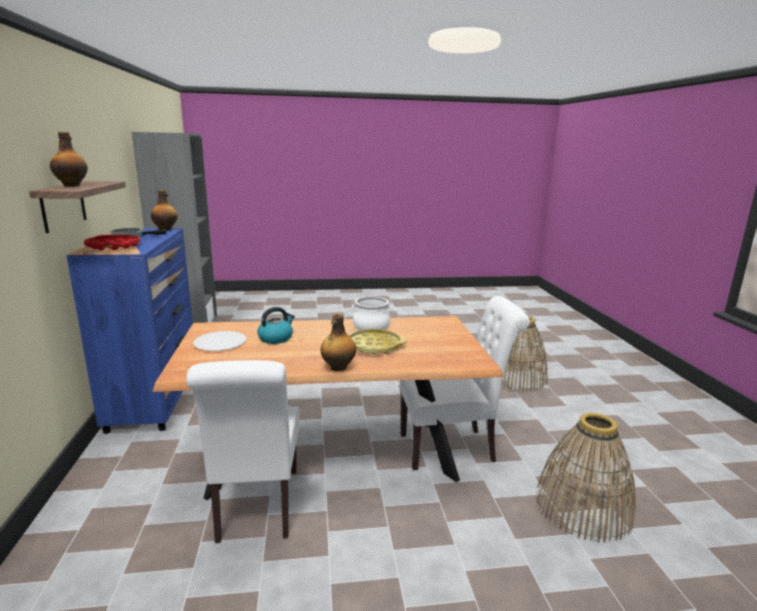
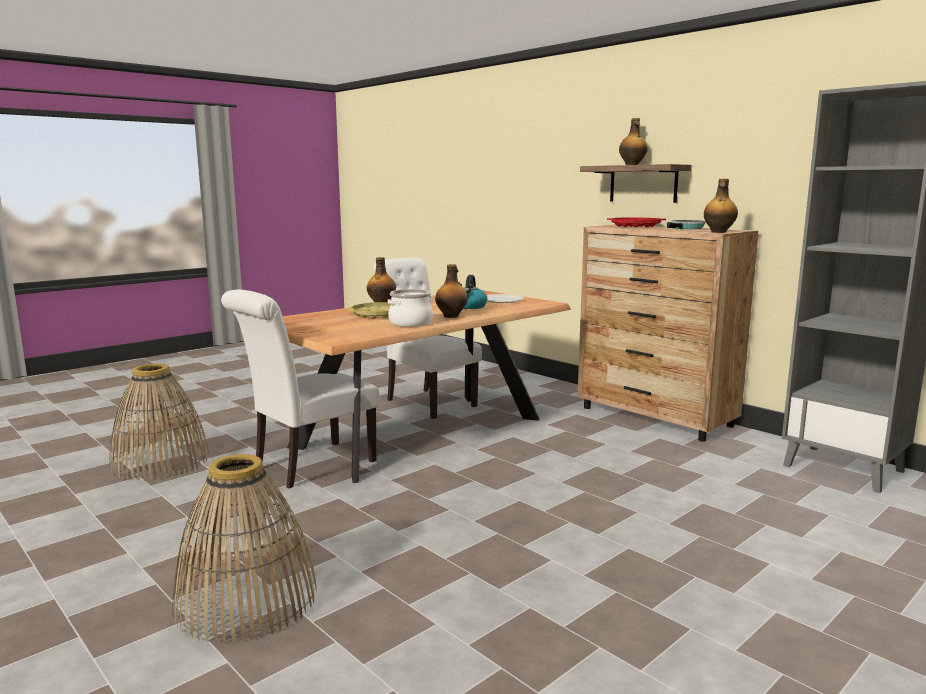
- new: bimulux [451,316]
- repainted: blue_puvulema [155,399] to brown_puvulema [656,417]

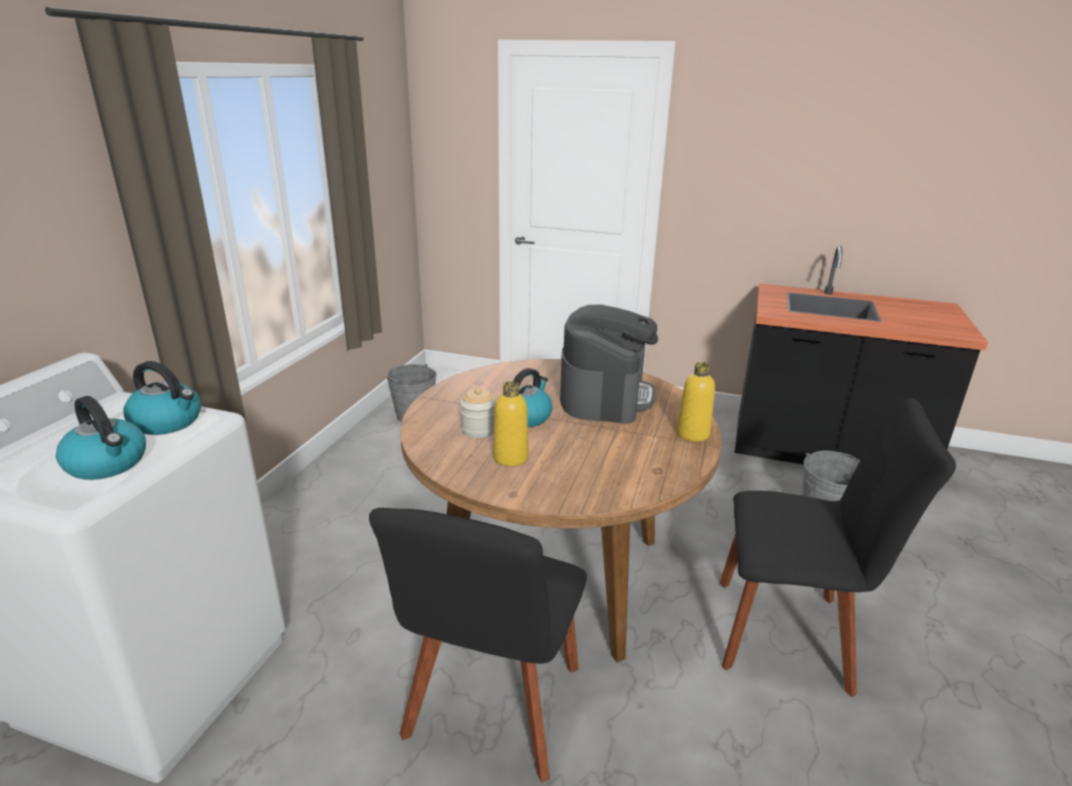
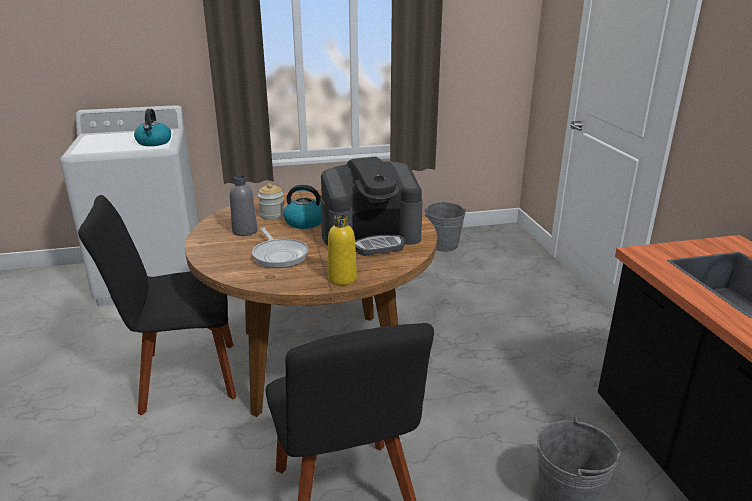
- repainted: yellow_bimulux [510,457] to grey_bimulux [245,231]
- new: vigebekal [279,255]
- gone: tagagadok [108,464]

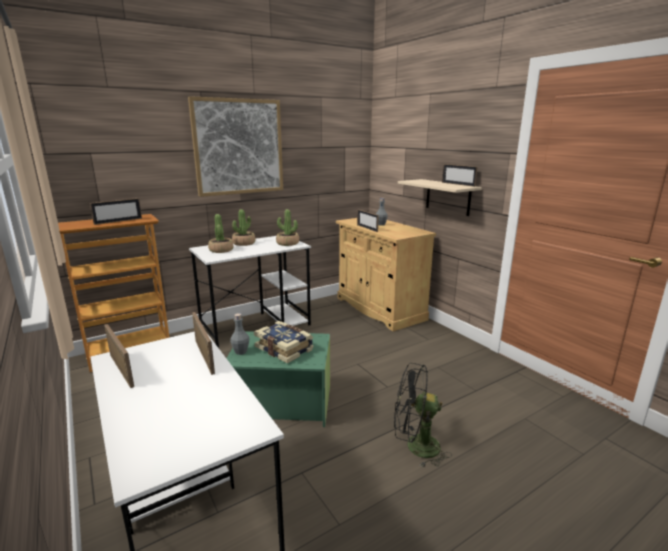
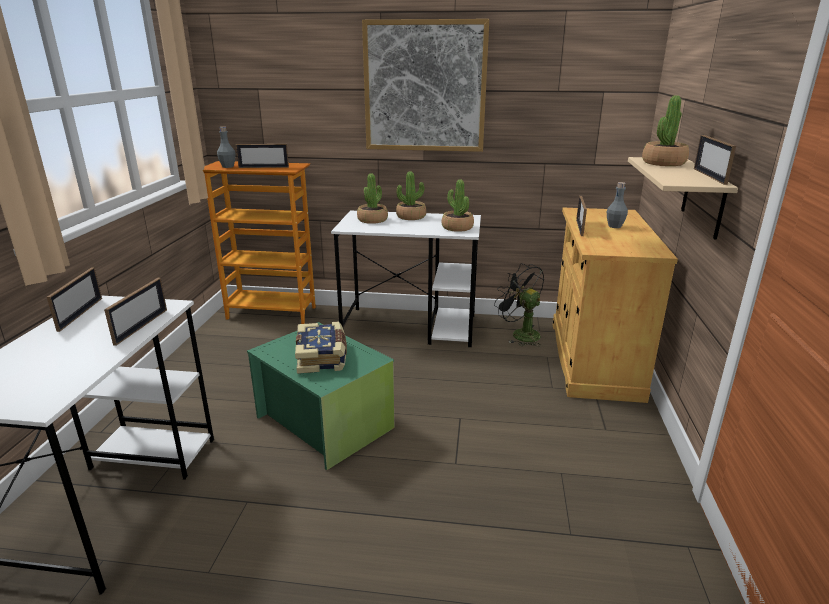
- shifted: grey_bimulux [240,351] to [228,166]
- shifted: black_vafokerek [415,447] to [520,334]
- new: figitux [663,163]

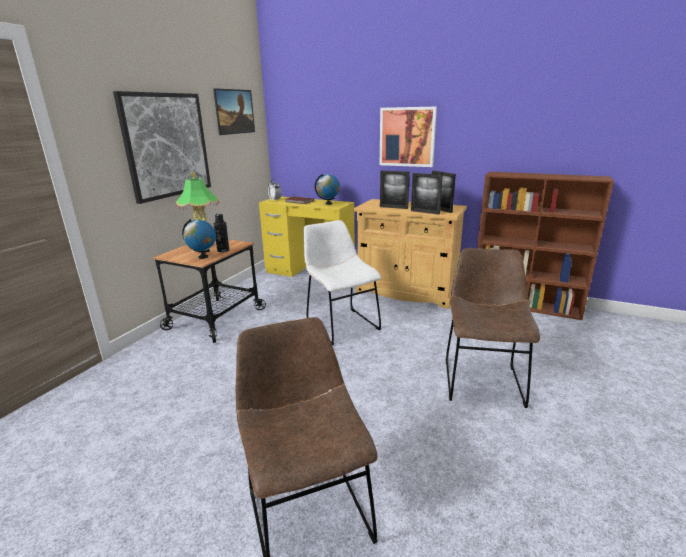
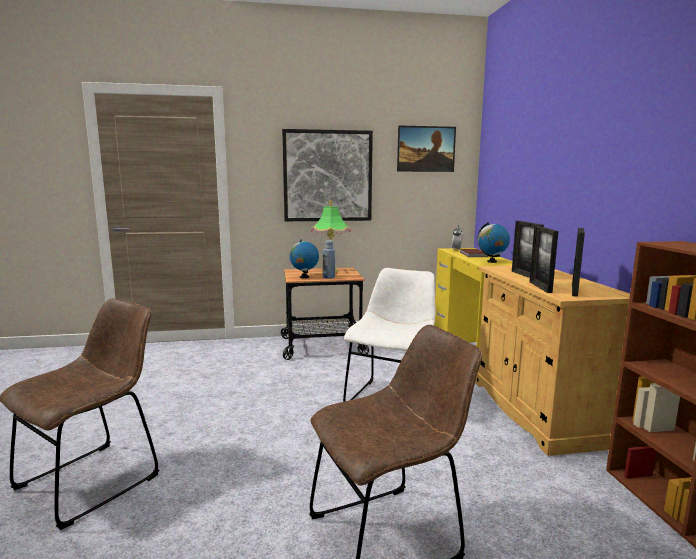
- repainted: black_bimulux [223,250] to blue_bimulux [328,277]
- gone: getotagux [407,137]

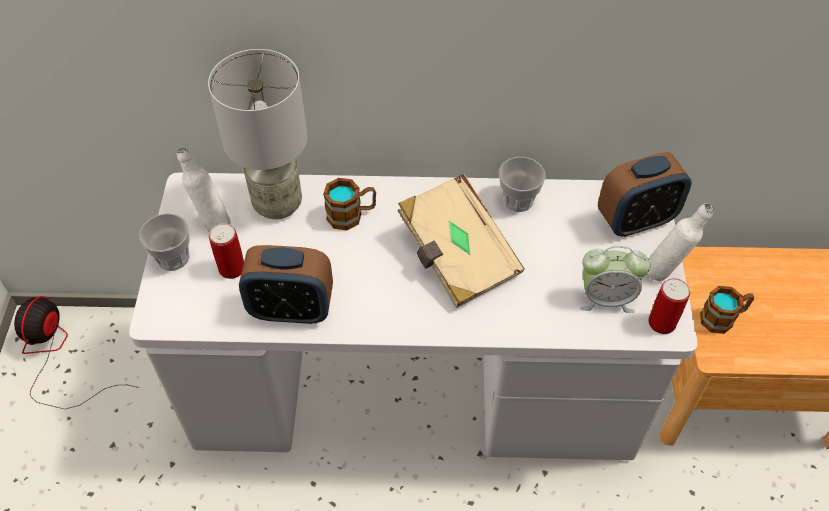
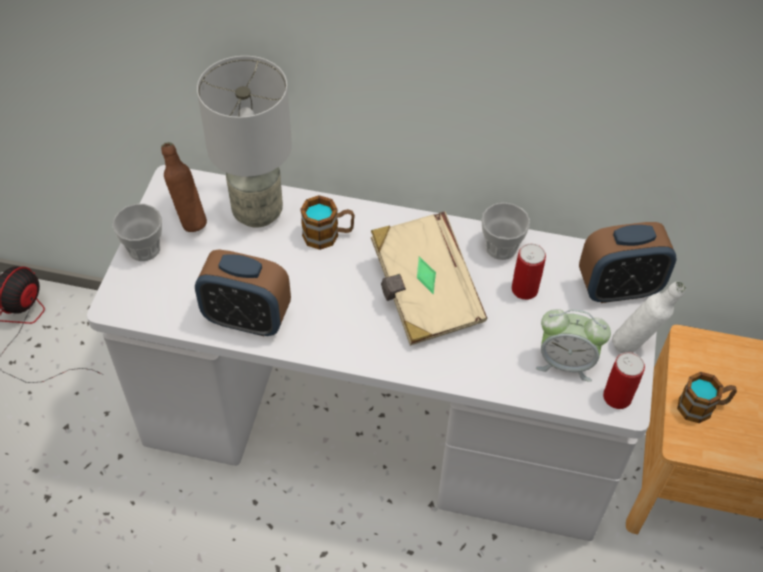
- repainted: white_bimulux [212,223] to brown_bimulux [189,220]
- shifted: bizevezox [232,268] to [524,289]

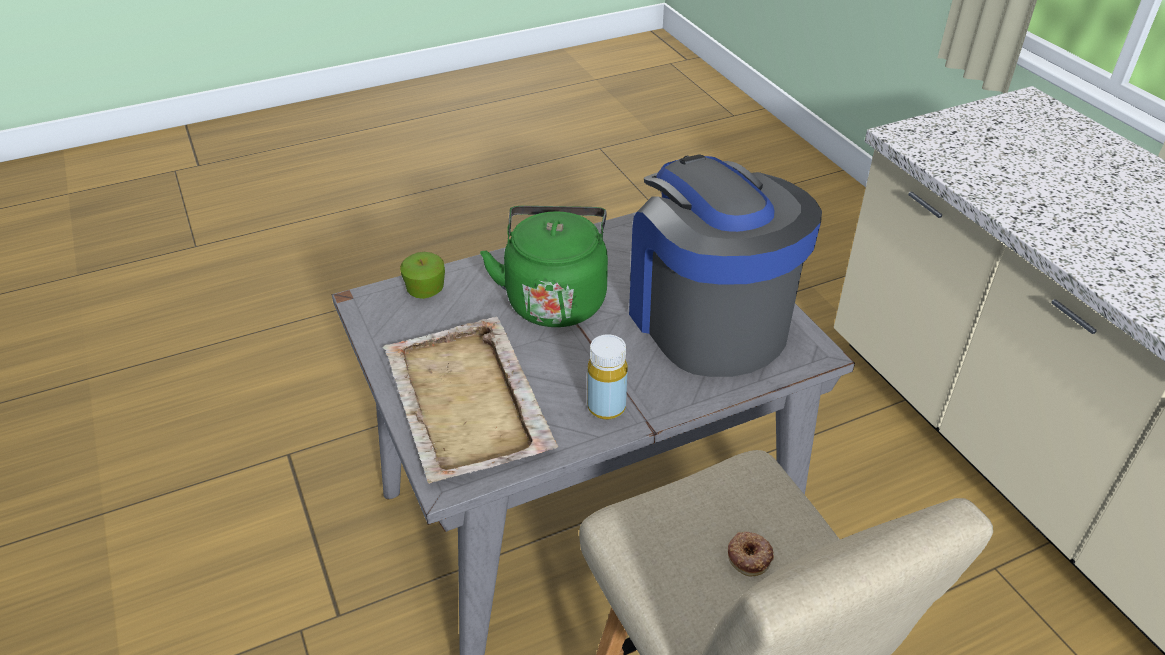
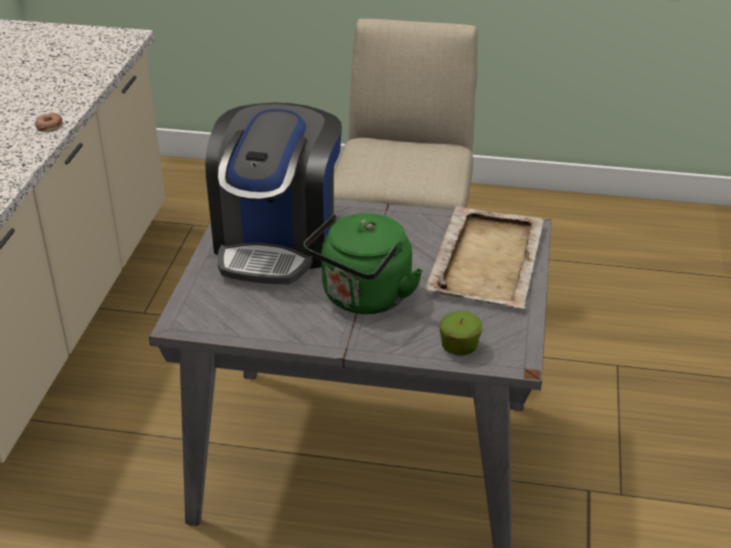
- shifted: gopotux [749,556] to [49,125]
- gone: yellow_bimulux [606,407]

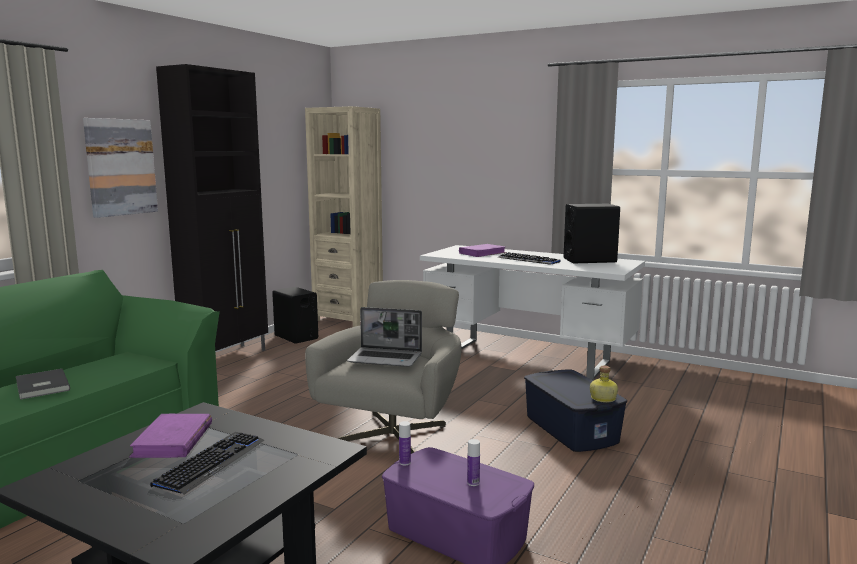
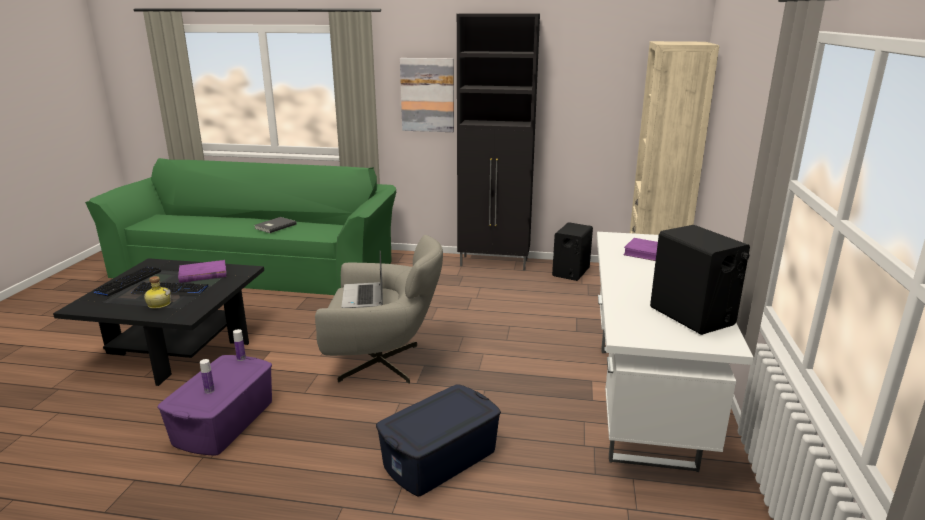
- shifted: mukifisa [528,260] to [127,282]
- shifted: bimulux [602,398] to [159,304]

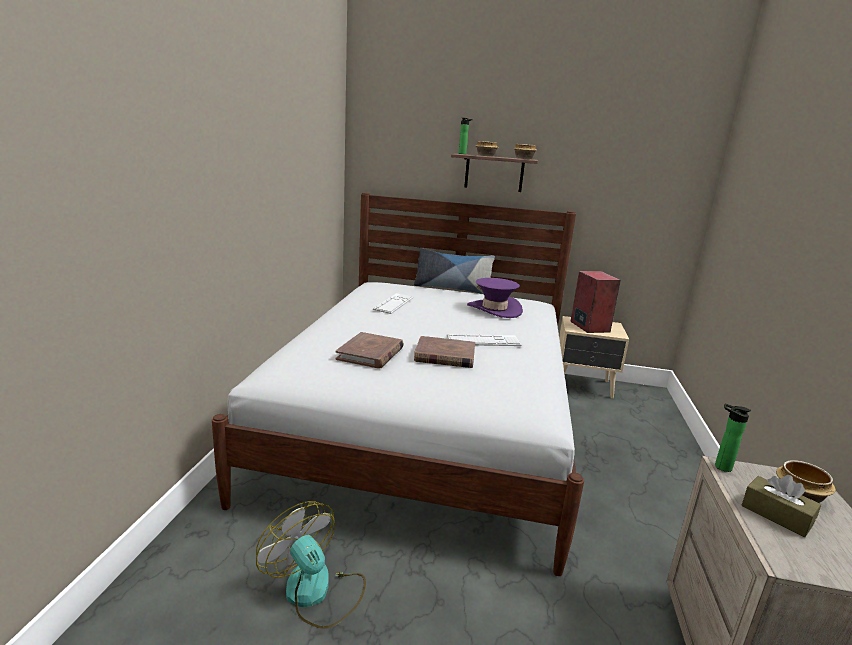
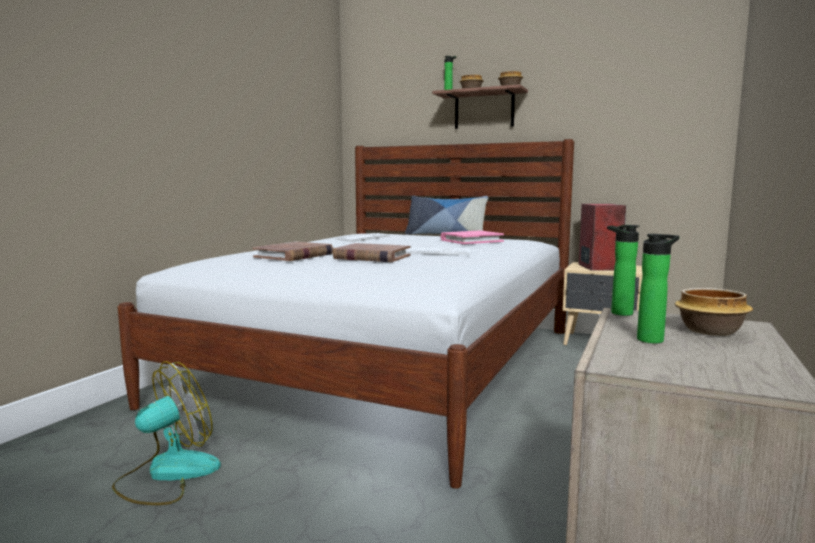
- rotated: vafokerek [316,592] = [167,474] 75 degrees clockwise
- swapped: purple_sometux [494,309] to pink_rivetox [471,240]
- swapped: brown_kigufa [776,515] to bimulux [653,339]

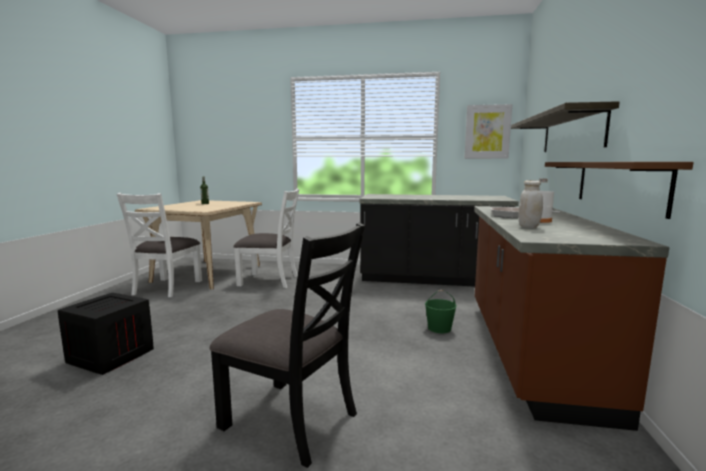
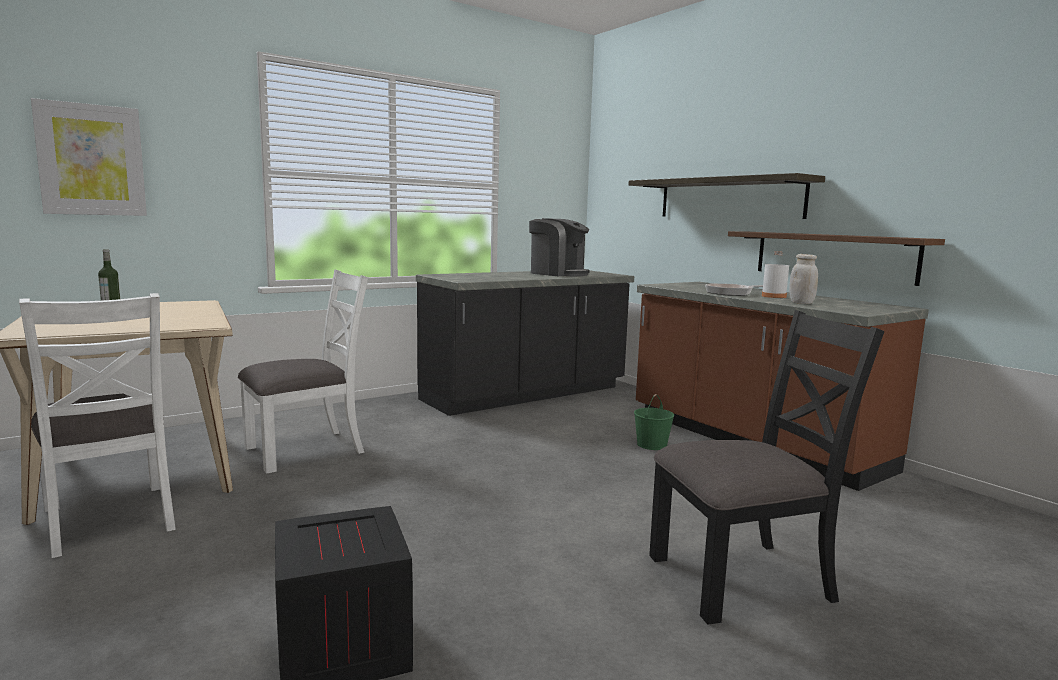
- shifted: getotagux [487,132] to [91,160]
- new: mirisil [558,273]

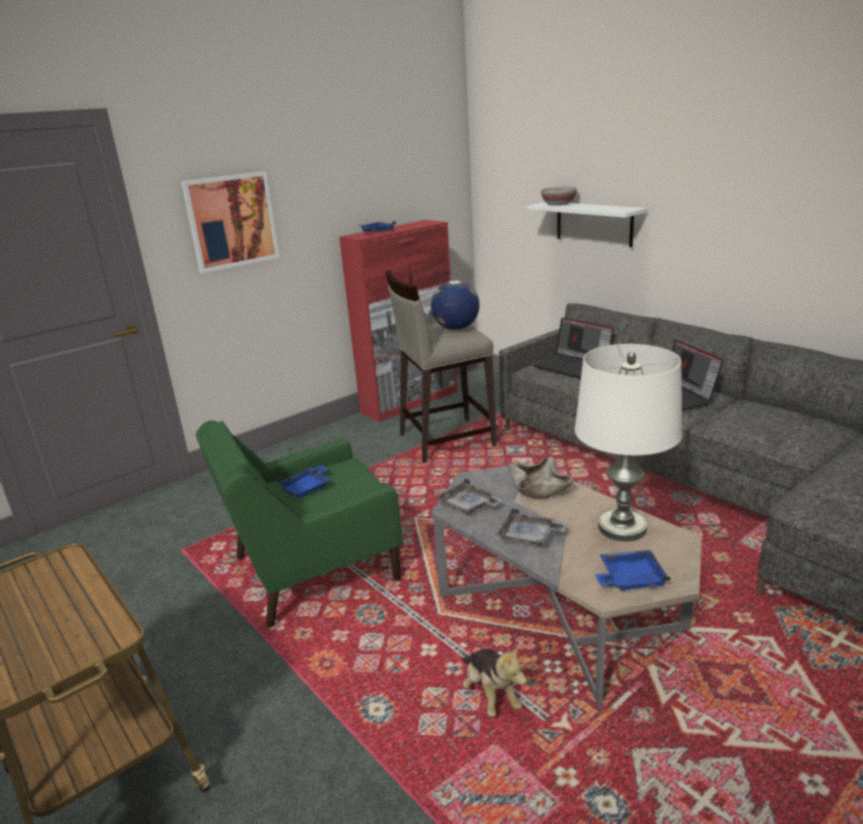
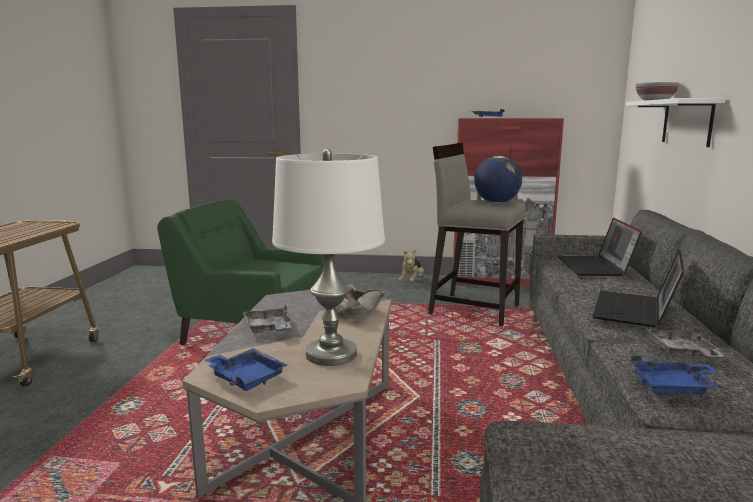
- shifted: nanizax [491,694] to [412,281]
- shifted: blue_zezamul [307,488] to [673,387]
- shifted: grey_zezamul [468,506] to [682,352]
- gone: getotagux [231,221]

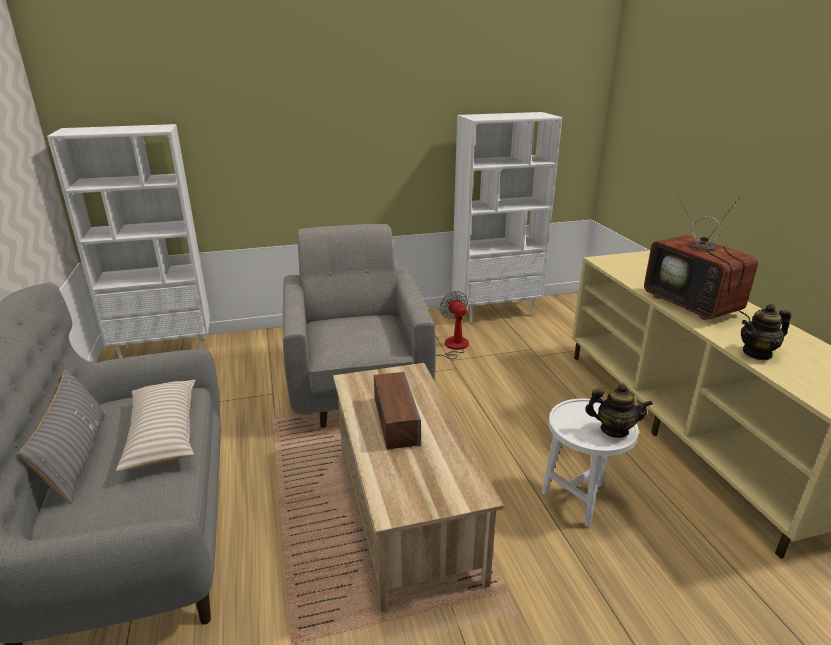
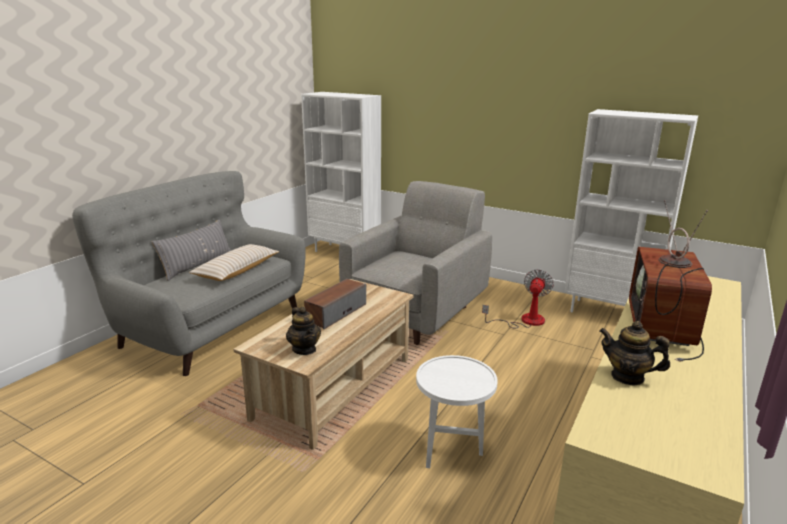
- shifted: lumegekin [614,430] to [304,349]

